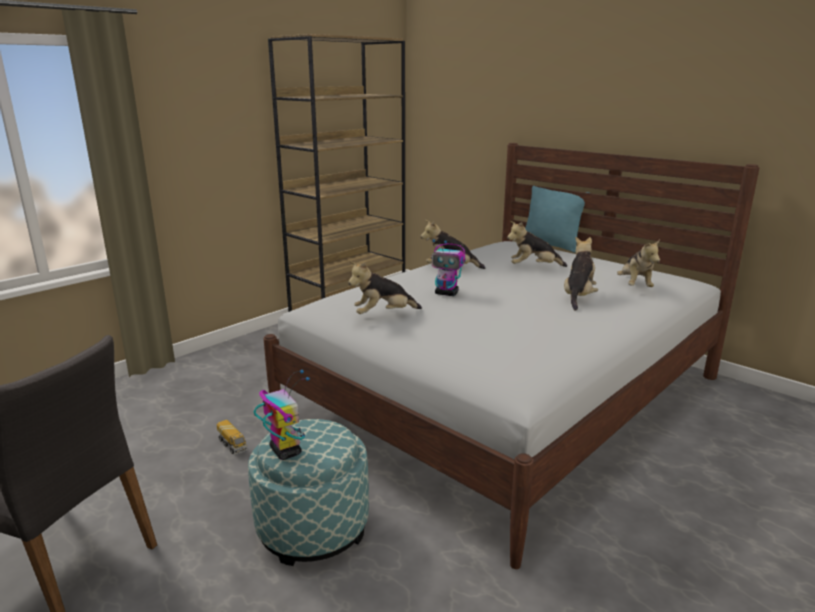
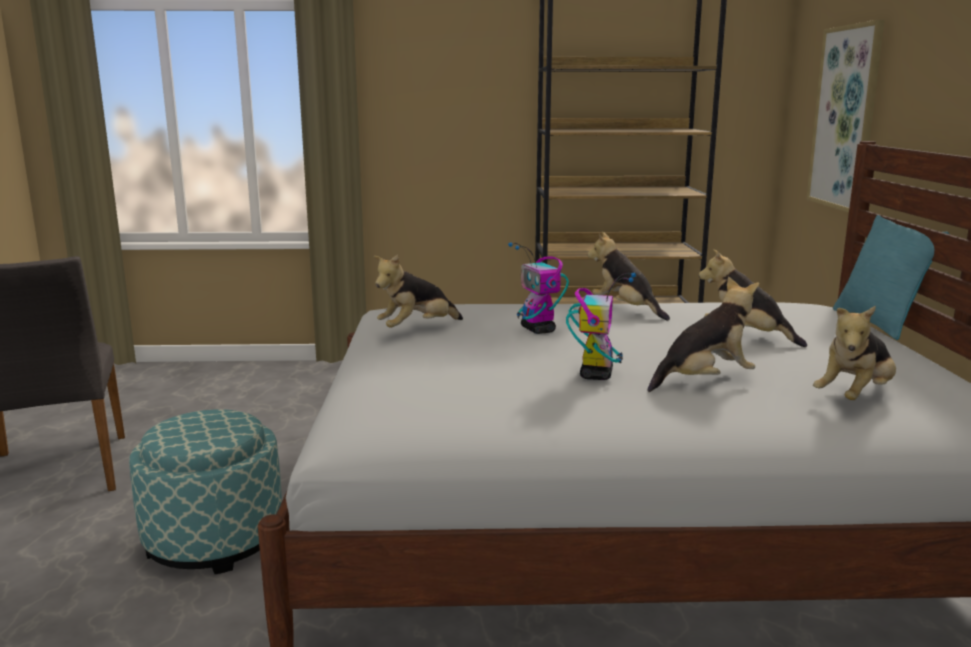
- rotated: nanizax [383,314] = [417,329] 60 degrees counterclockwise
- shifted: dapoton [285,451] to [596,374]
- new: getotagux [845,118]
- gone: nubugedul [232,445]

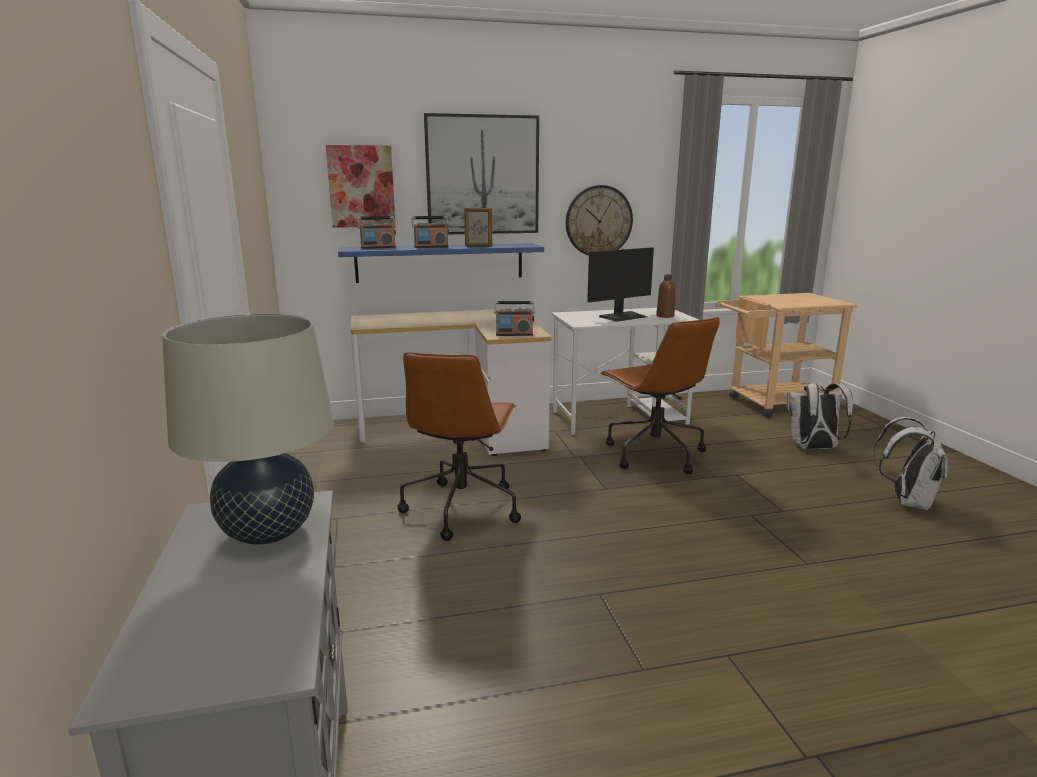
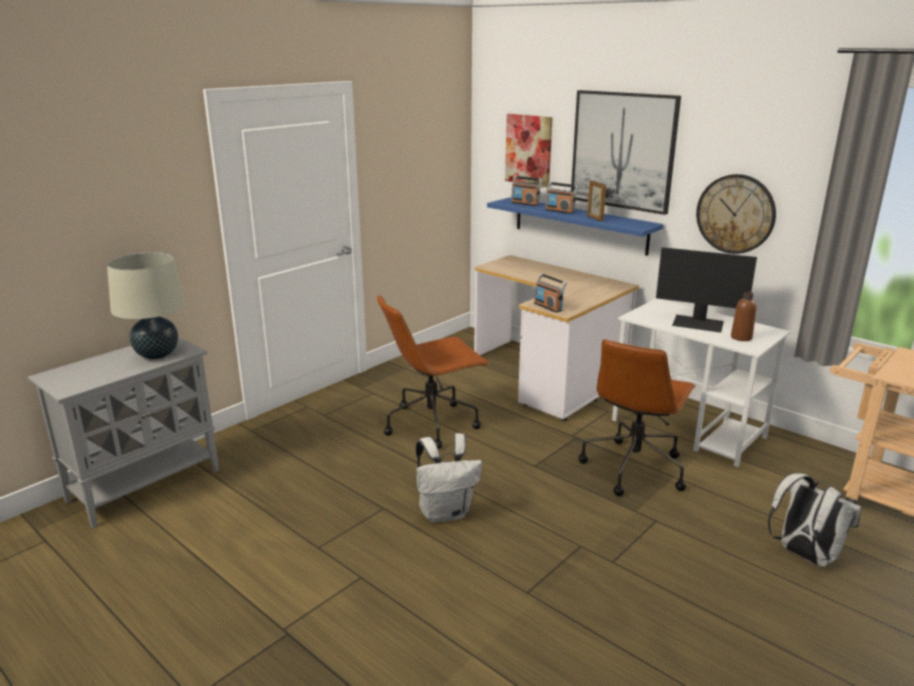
- shifted: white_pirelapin [907,501] to [445,512]

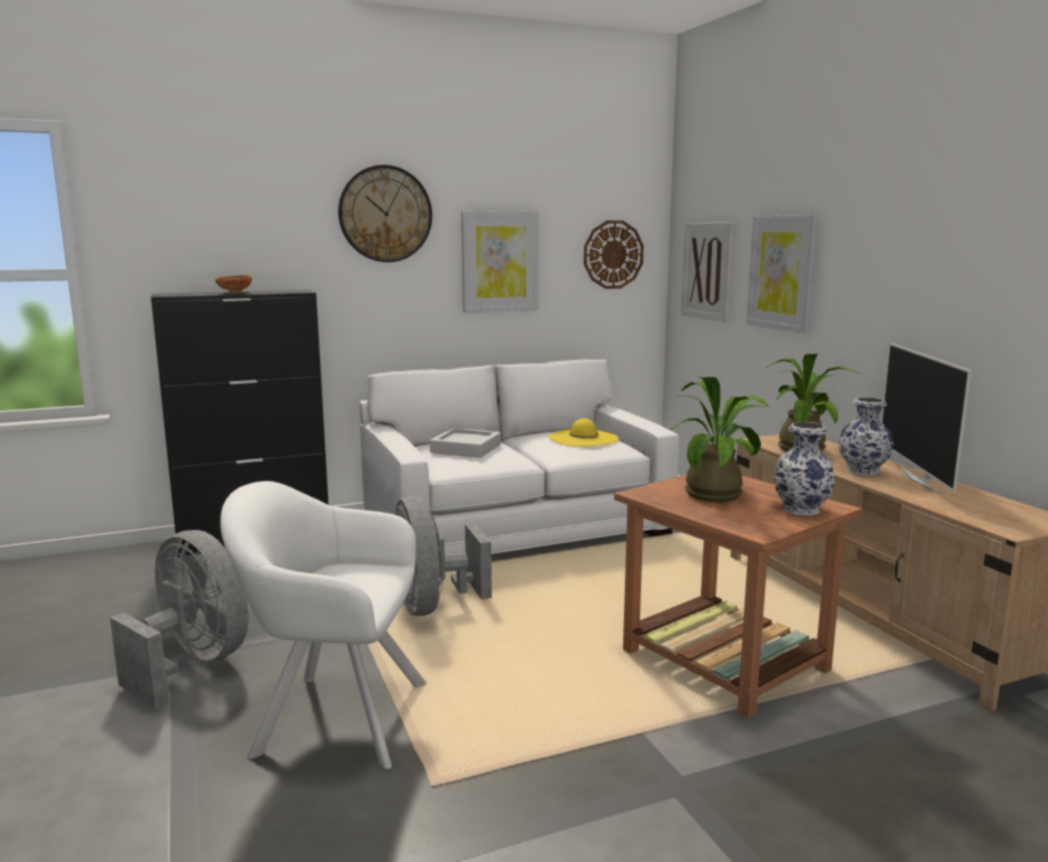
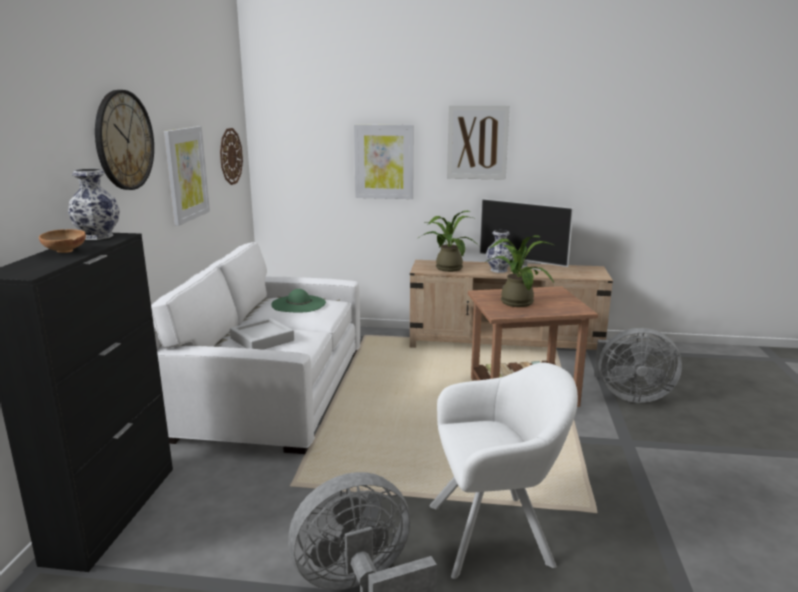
- shifted: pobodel [801,509] to [98,236]
- repainted: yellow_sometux [583,438] to green_sometux [298,304]
- rotated: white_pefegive [332,716] = [497,533] 135 degrees counterclockwise
- shifted: getotagux [707,271] to [477,142]
- shifted: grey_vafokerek [431,606] to [630,395]

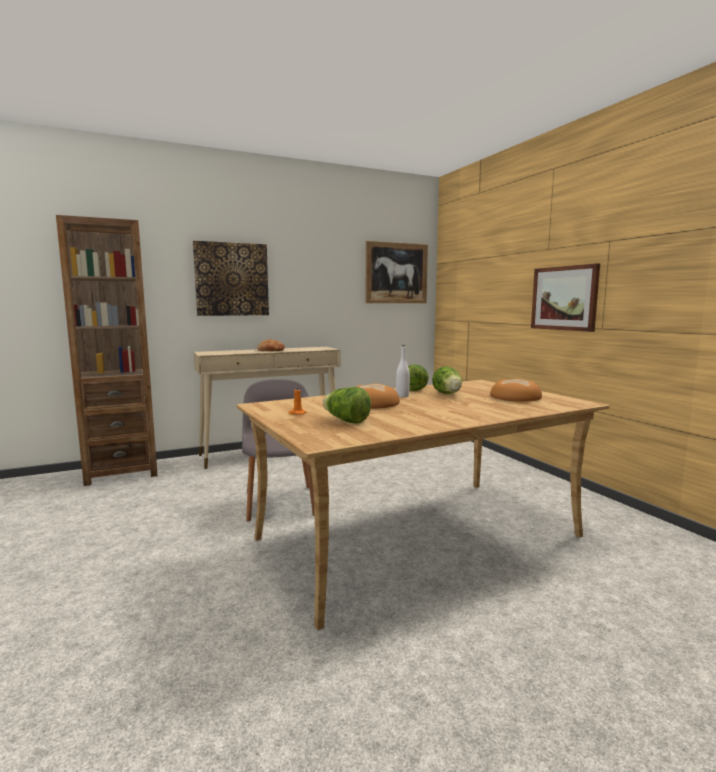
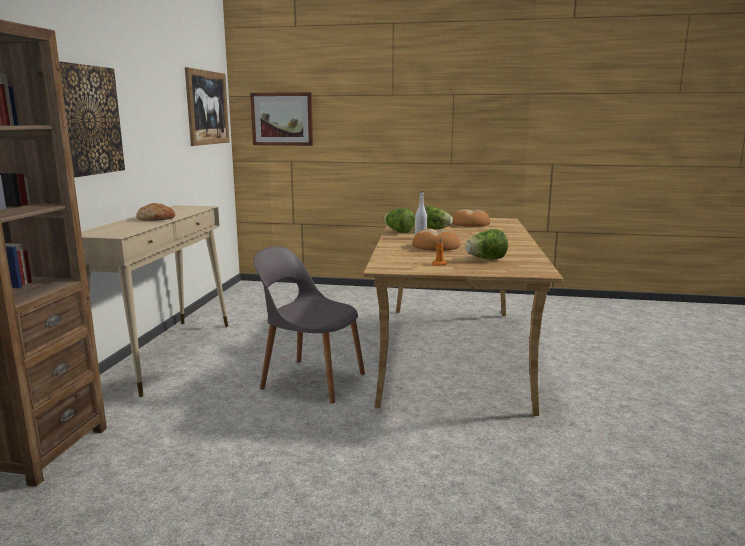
- shifted: getotagux [564,298] to [282,119]

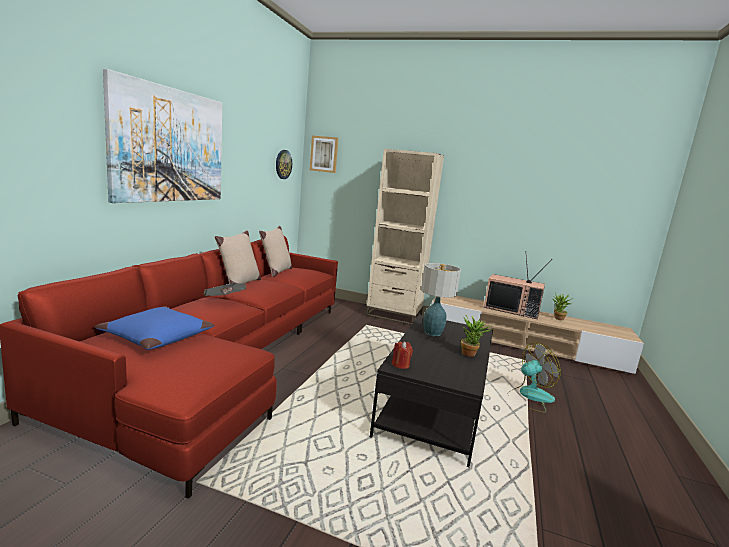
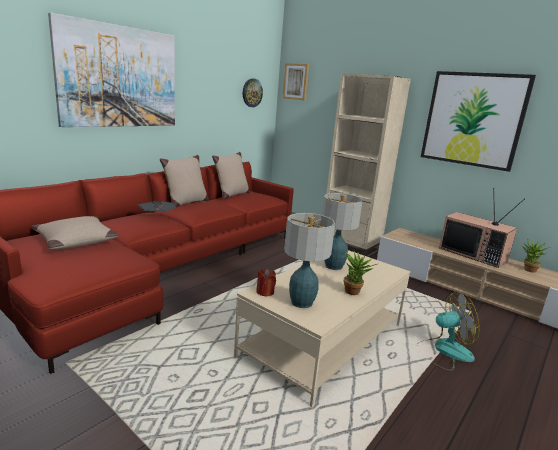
- repainted: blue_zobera [156,337] to beige_zobera [75,240]
- repainted: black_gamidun [434,405] to beige_gamidun [323,340]
- new: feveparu [301,302]
- new: getotagux [473,119]

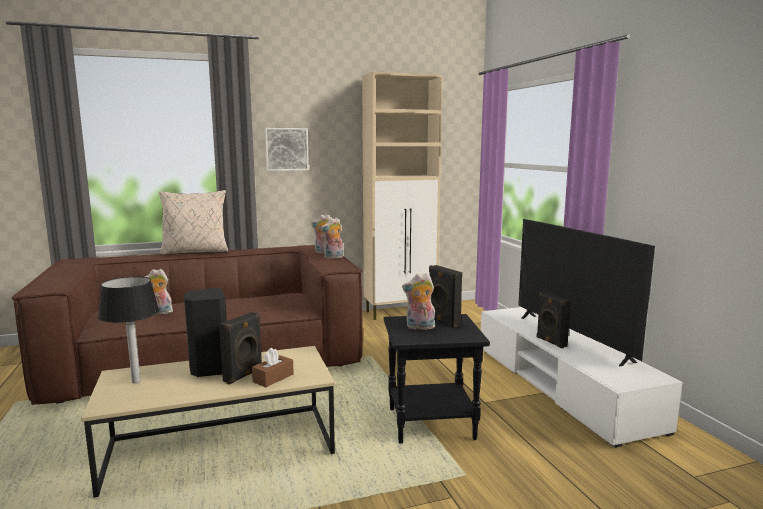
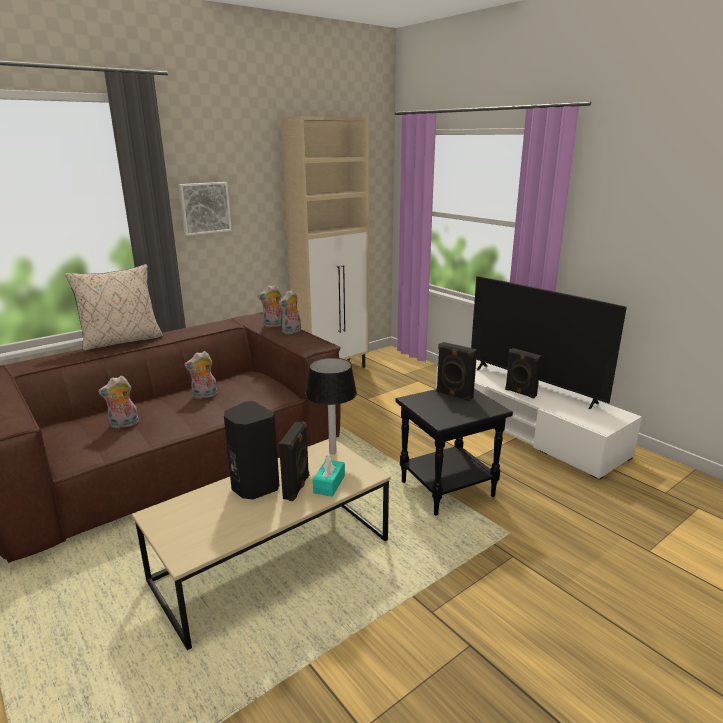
- shifted: nanizax [419,327] to [204,396]
- shifted: feveparu [136,381] to [332,451]
- repainted: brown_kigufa [273,378] to turquoise_kigufa [329,484]

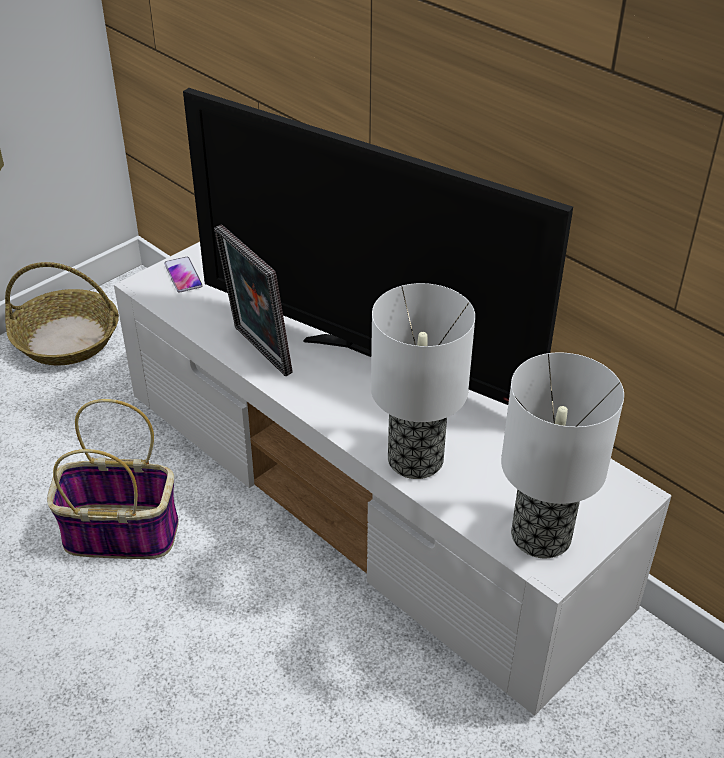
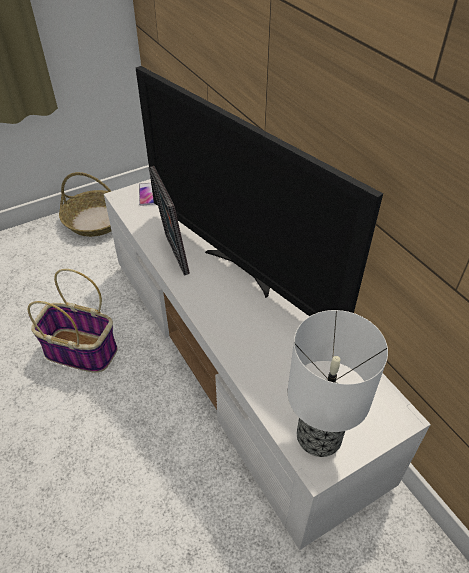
- gone: feveparu [417,460]

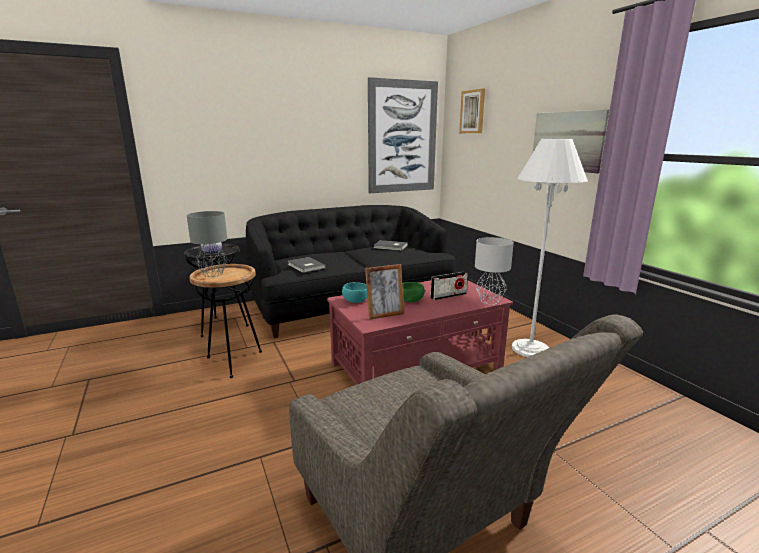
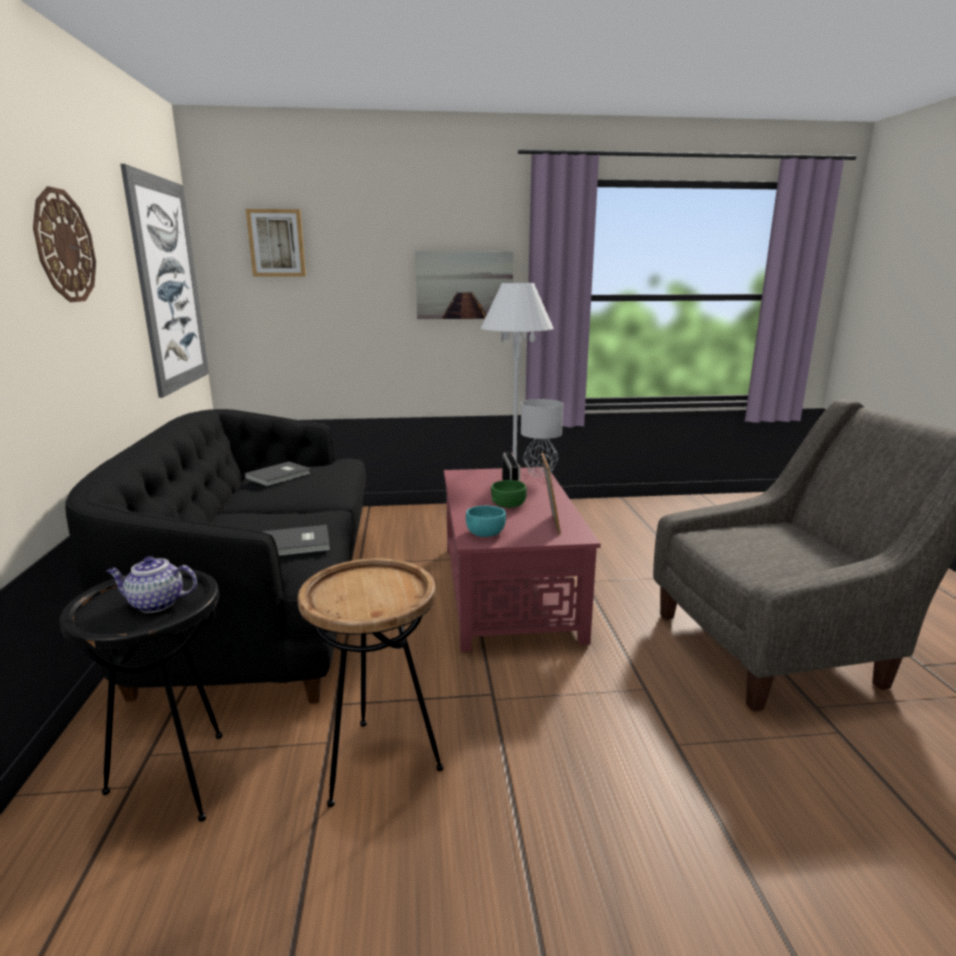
- new: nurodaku [64,246]
- gone: grey_feveparu [213,274]

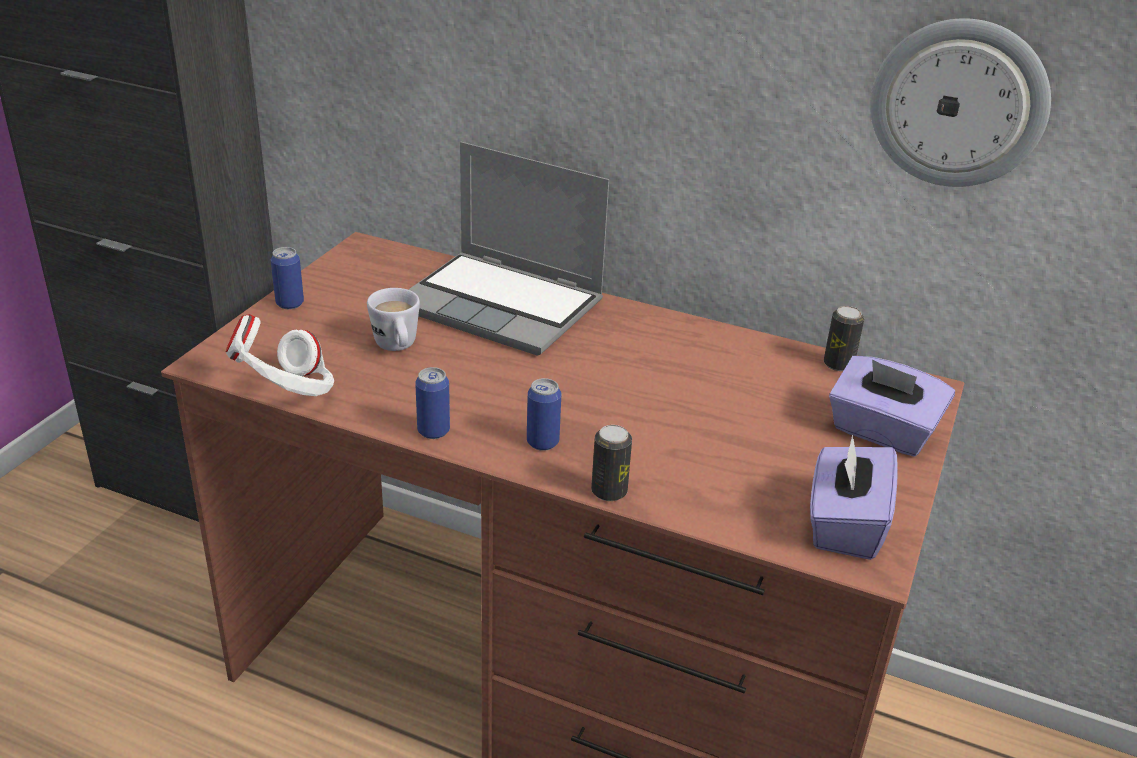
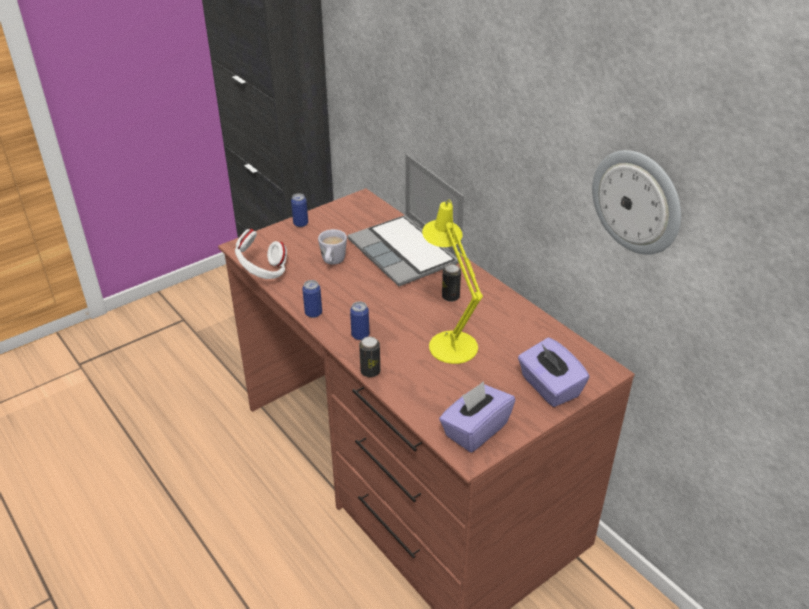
- new: yellow_feveparu [449,342]
- shifted: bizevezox [838,364] to [450,297]

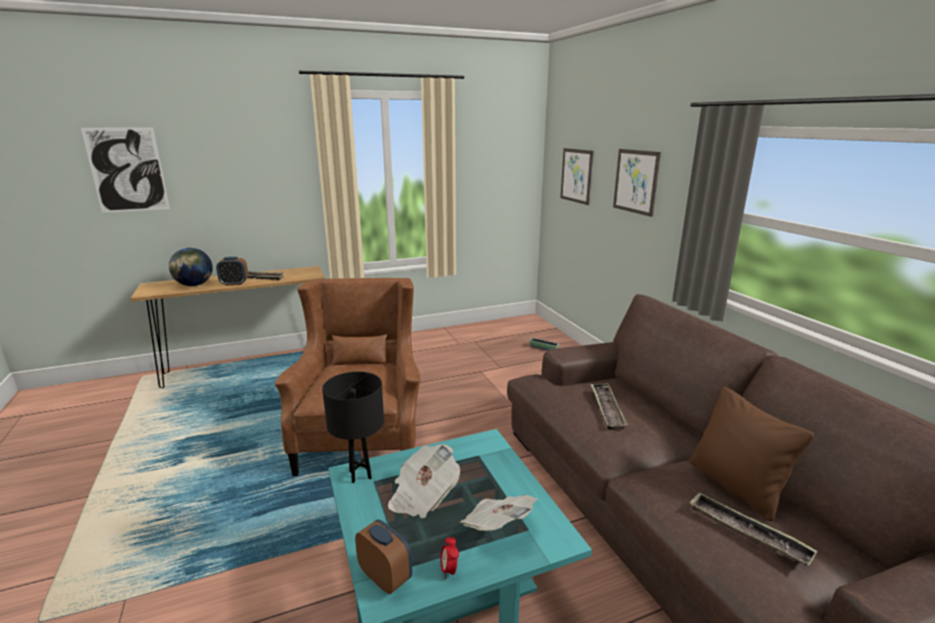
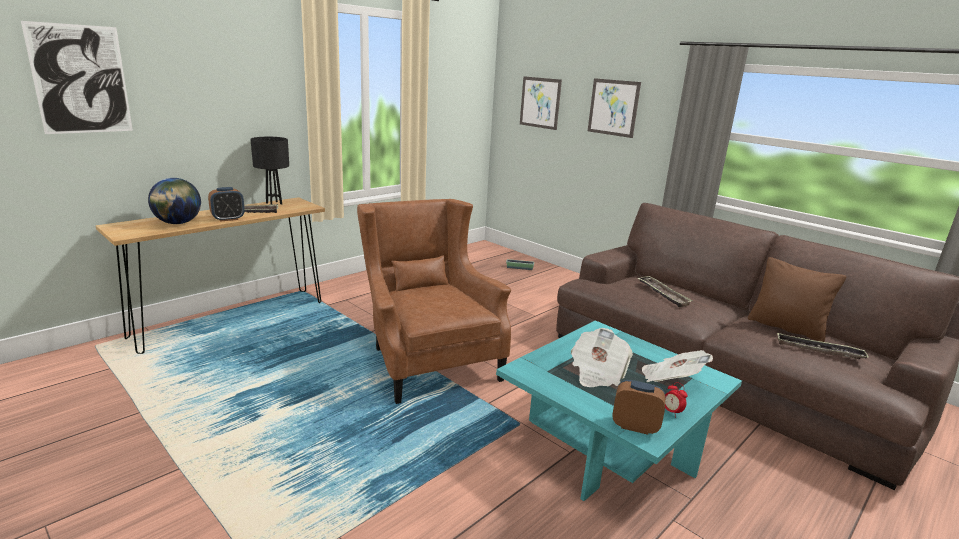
- shifted: black_feveparu [360,475] to [274,203]

